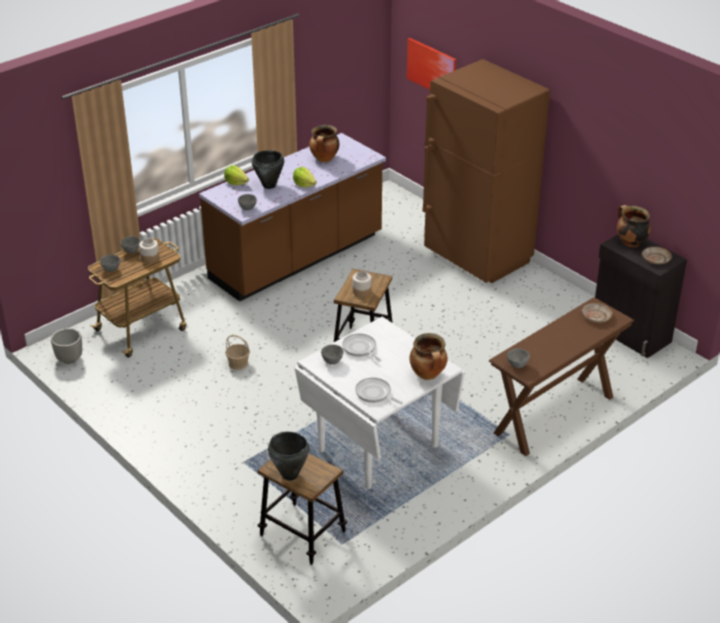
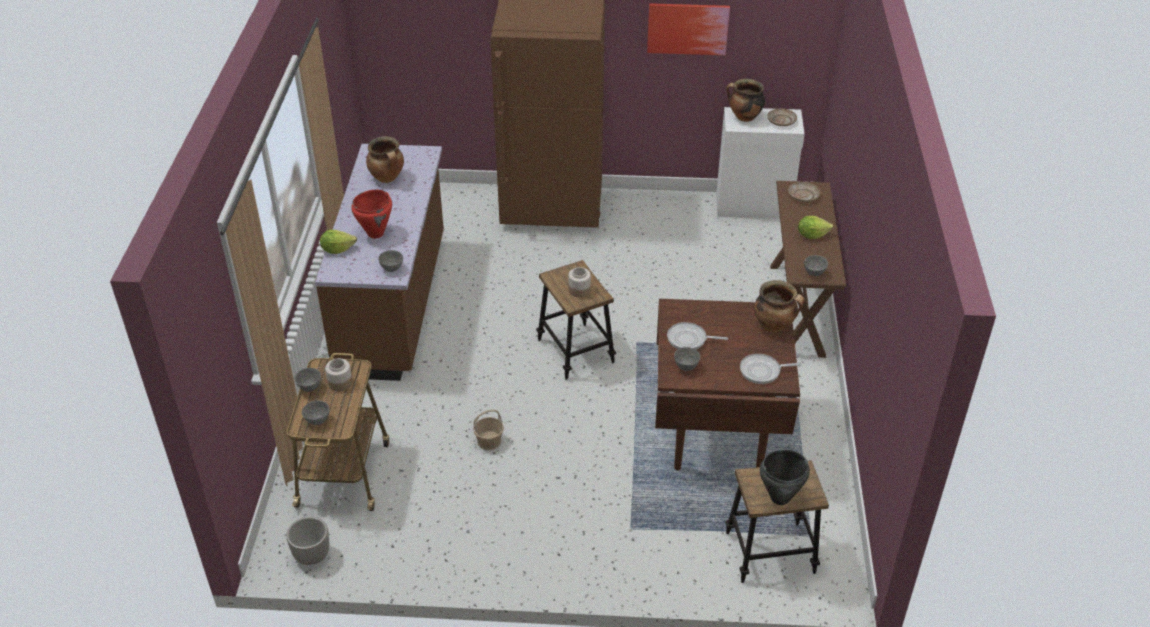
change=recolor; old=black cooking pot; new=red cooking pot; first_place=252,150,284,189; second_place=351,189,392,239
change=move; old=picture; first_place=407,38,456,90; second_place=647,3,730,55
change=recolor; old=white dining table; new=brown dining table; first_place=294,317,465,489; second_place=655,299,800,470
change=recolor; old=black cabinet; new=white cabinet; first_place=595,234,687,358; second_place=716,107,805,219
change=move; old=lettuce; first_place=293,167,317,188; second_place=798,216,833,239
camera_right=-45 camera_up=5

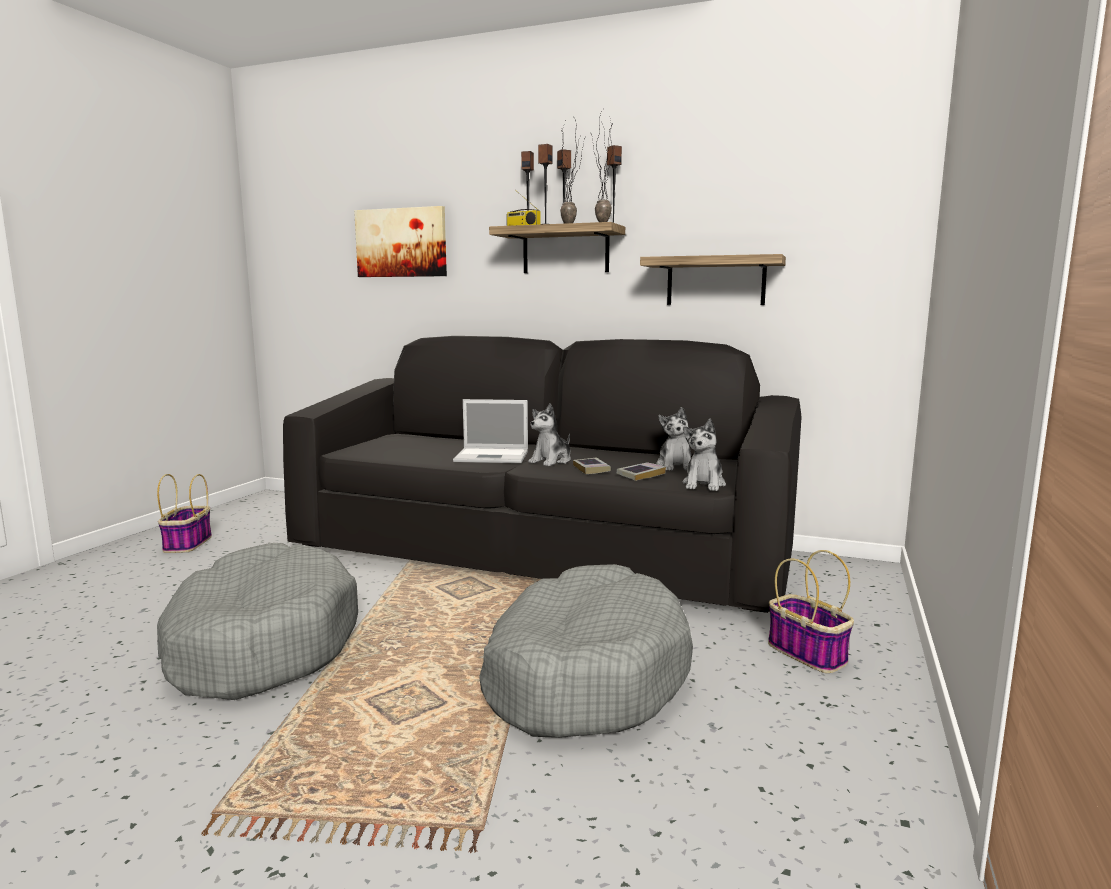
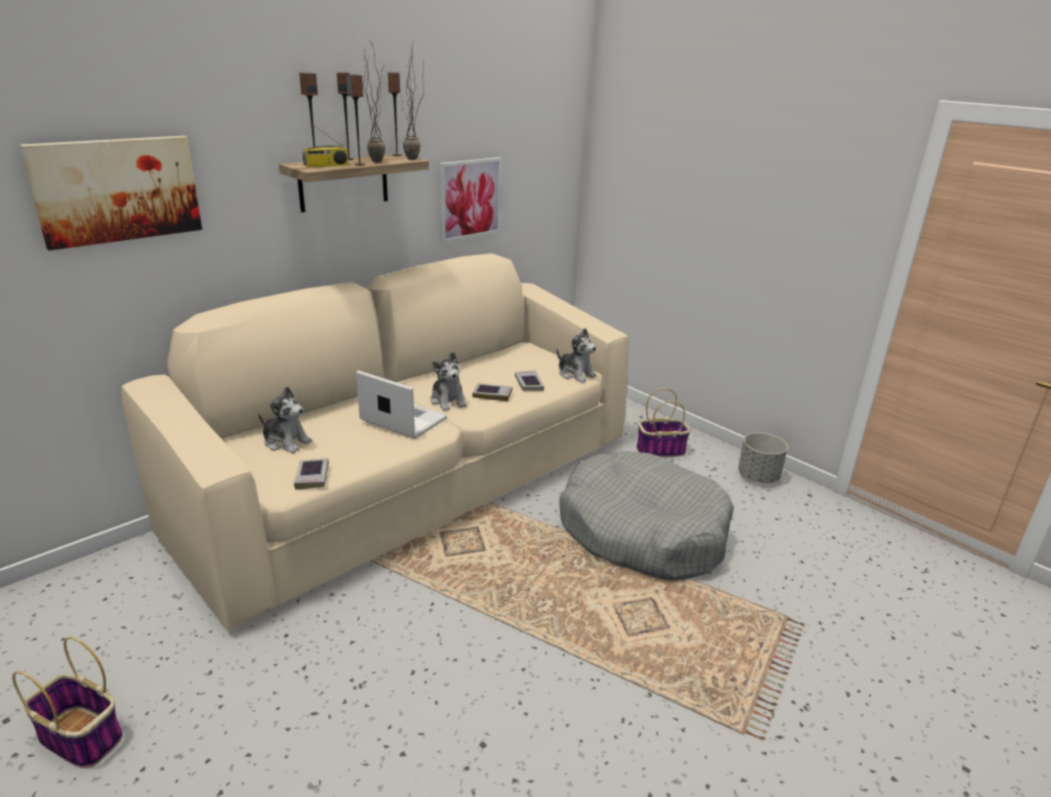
change=recolor; old=black sofa; new=beige sofa; first_place=283,336,802,613; second_place=121,254,629,629
change=move; old=plush toy; first_place=656,407,691,470; second_place=258,386,312,453
change=insert; new=book; second_place=294,458,329,490
change=rotate; old=laptop; first_place=453,399,528,463; second_place=356,370,447,439; degrees=-90
change=replace; old=shelf; new=picture; first_place=640,254,786,305; second_place=439,157,502,243
change=insert; new=grey planter; second_place=738,433,788,483
change=delete; old=grey dog bed; first_place=157,543,358,700
camera_right=-65 camera_up=15

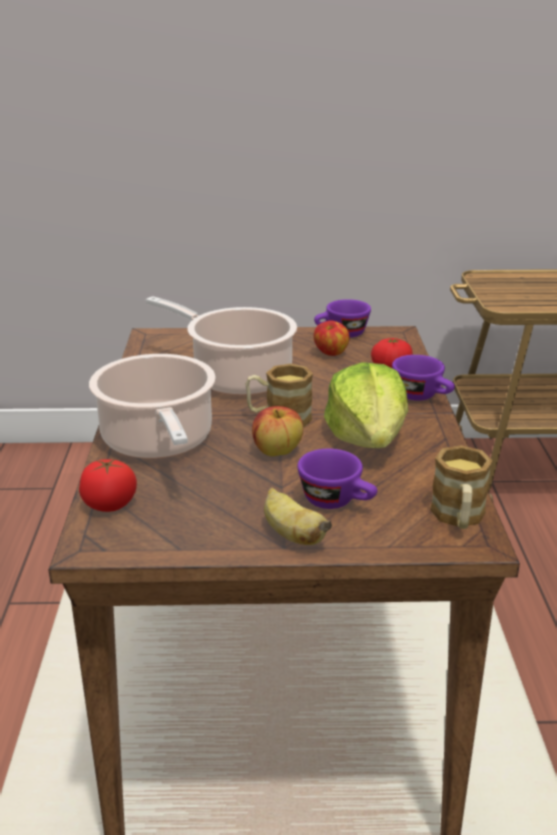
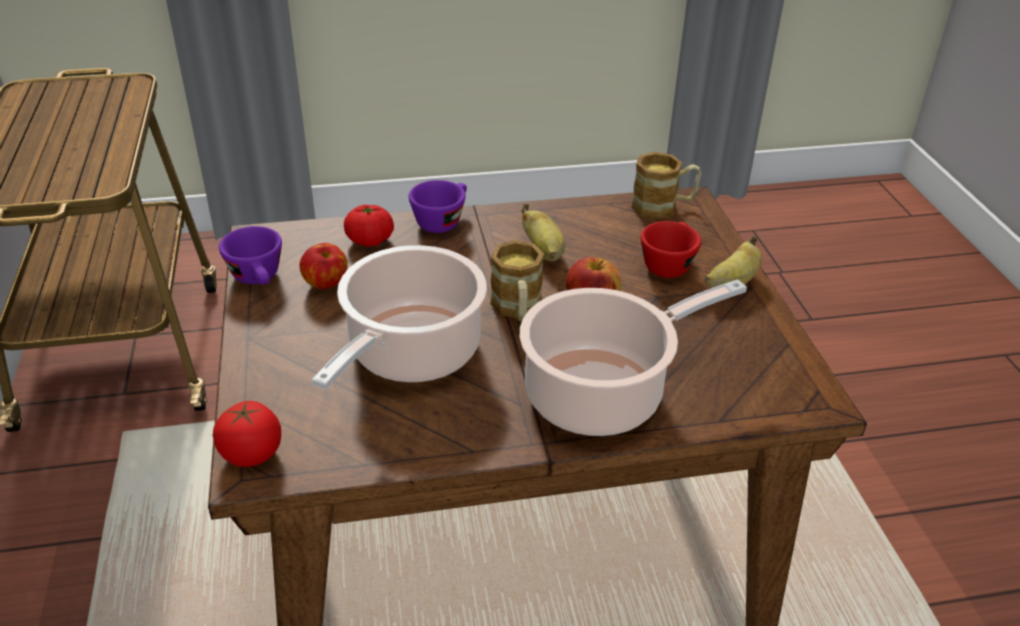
change=move; old=tomato; first_place=79,458,137,512; second_place=213,400,281,467
change=replace; old=lettuce; new=banana; first_place=324,362,408,448; second_place=521,204,565,262
change=recolor; old=purple cup; new=red cup; first_place=297,449,377,509; second_place=641,221,701,278
camera_right=-100 camera_up=10

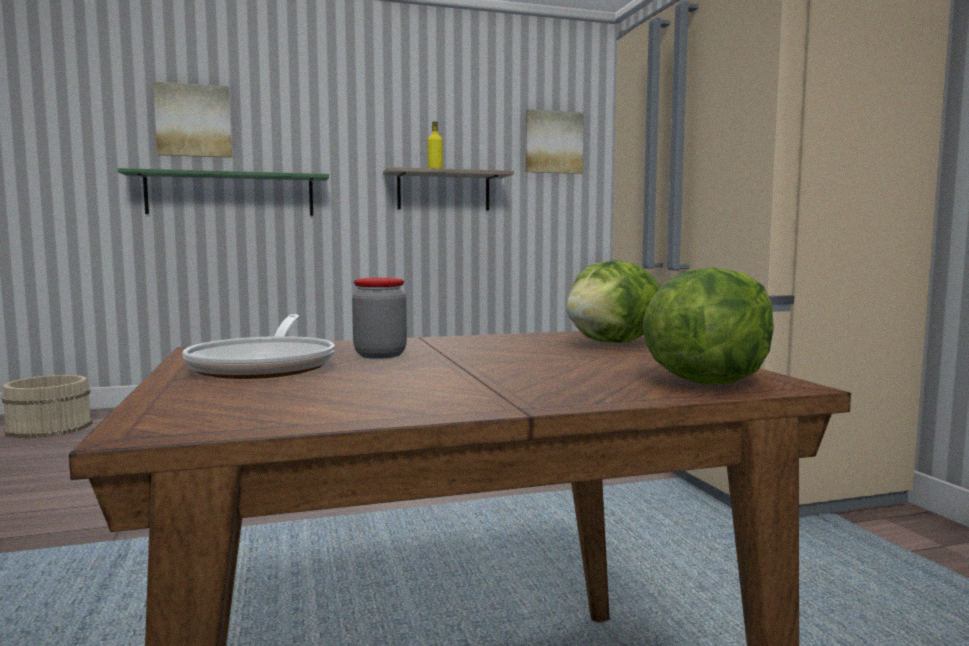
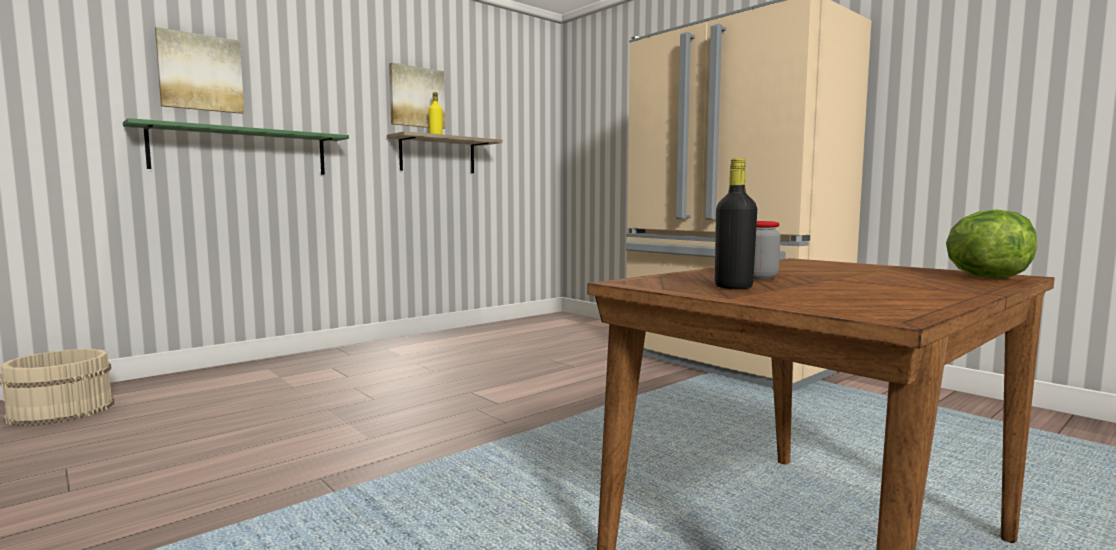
change=move; old=picture; first_place=525,109,584,174; second_place=389,63,445,129
change=replace; old=frying pan; new=black bottle; first_place=182,314,335,379; second_place=715,158,757,289
change=delete; old=lettuce; first_place=566,260,660,343
camera_right=-25 camera_up=0

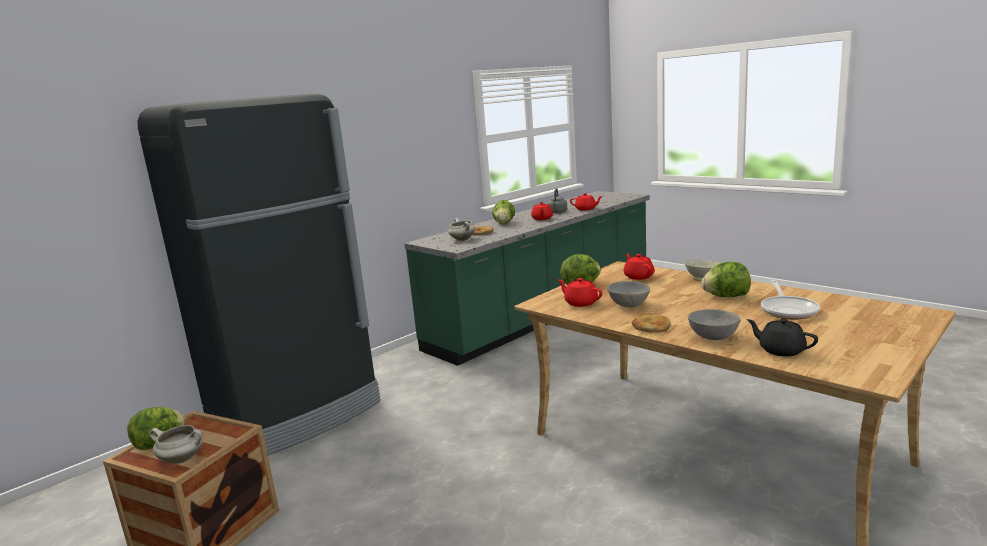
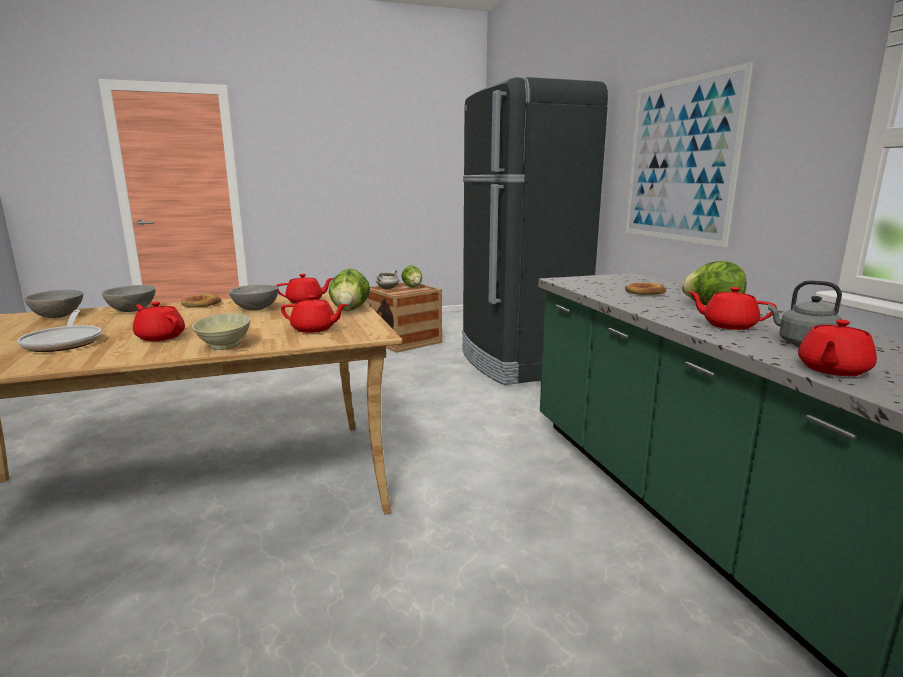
change=rotate; old=frying pan; first_place=761,280,820,319; second_place=17,310,102,352; degrees=-150
change=replace; old=black teapot; new=grey bowl; first_place=746,318,818,357; second_place=24,290,83,318
change=replace; old=lettuce; new=red teapot; first_place=701,262,751,297; second_place=133,302,185,341
change=insert; new=picture; second_place=625,62,753,247
change=delete; old=white cooking pot; first_place=448,218,476,241
camera_right=115 camera_up=0

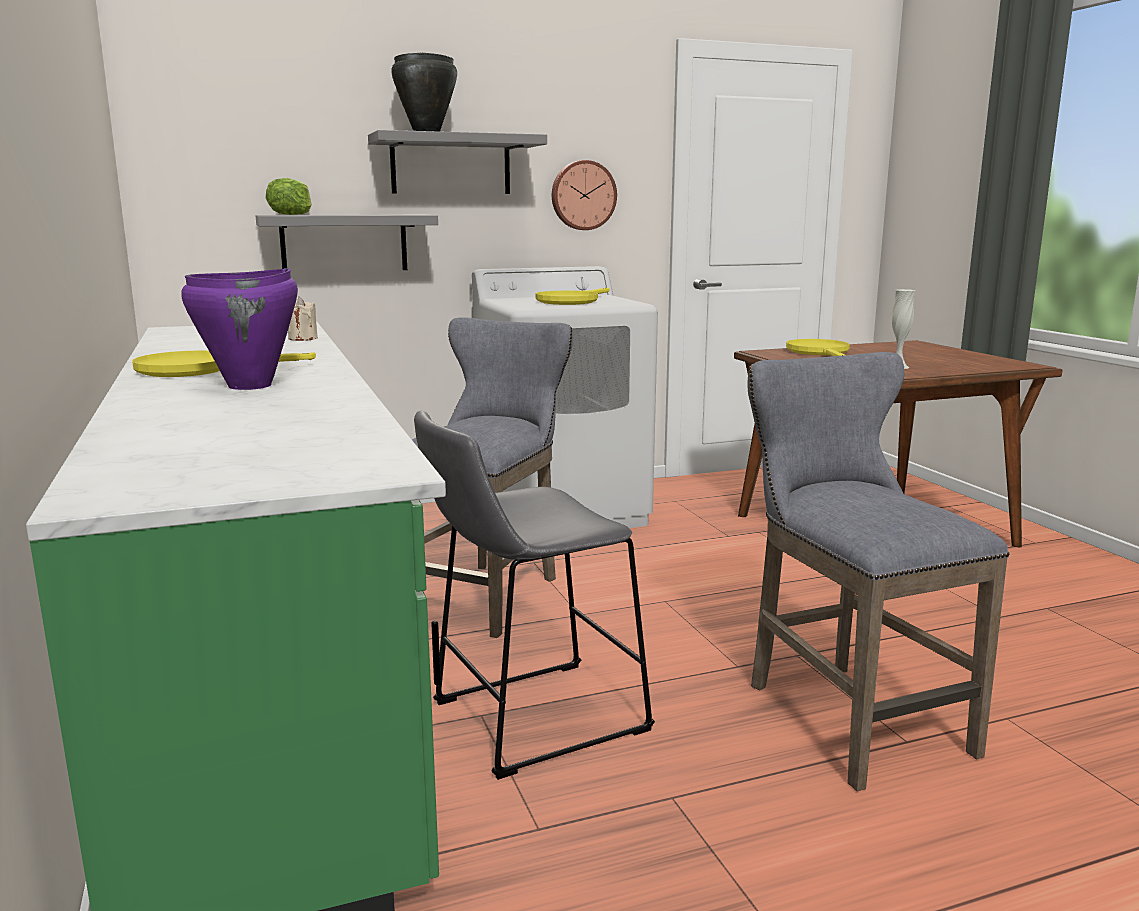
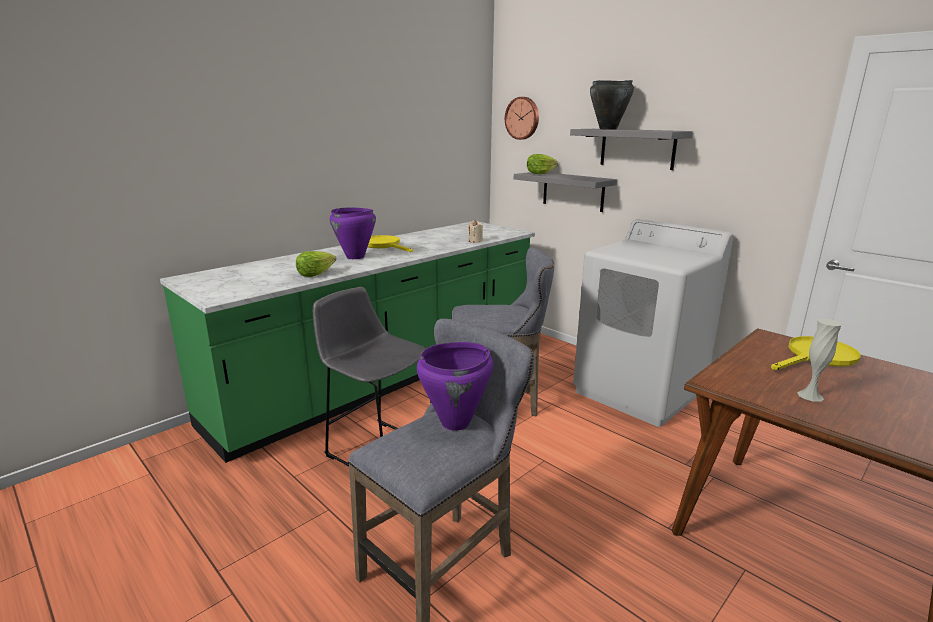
change=insert; new=lettuce; second_place=296,251,336,277
change=insert; new=purple cooking pot; second_place=417,342,493,431
change=move; old=wall clock; first_place=552,160,617,230; second_place=505,97,539,140
change=delete; old=yellow frying pan; first_place=536,287,609,305
camera_right=65 camera_up=5

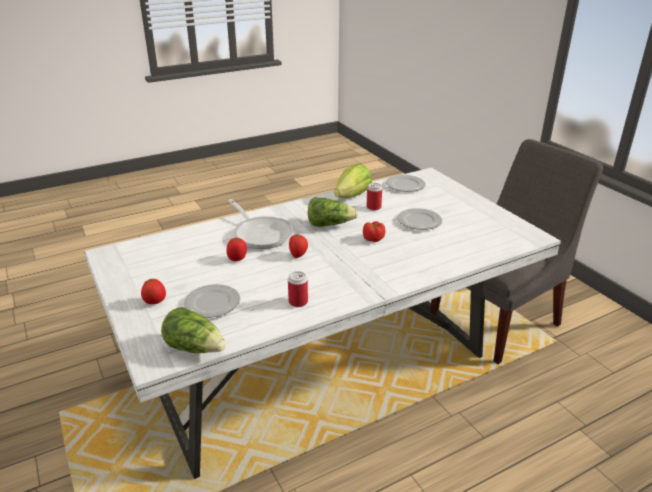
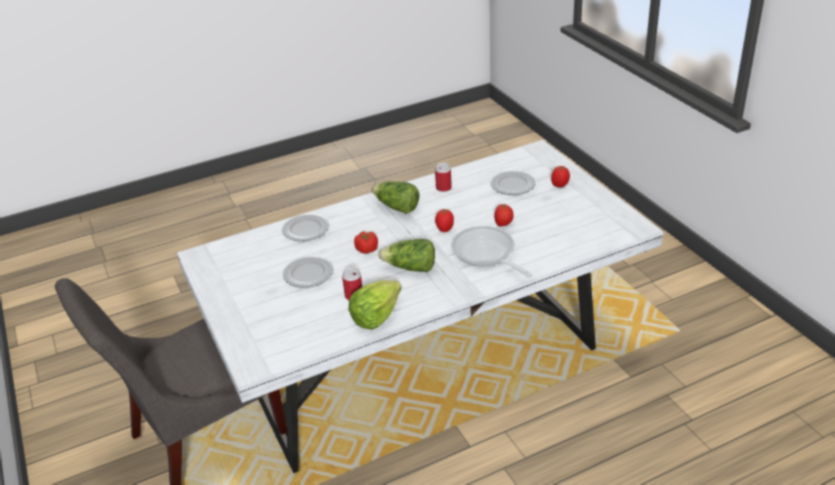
change=move; old=plate; first_place=386,175,426,192; second_place=282,214,329,241
change=move; old=lettuce; first_place=161,307,226,353; second_place=371,181,419,214
camera_right=-175 camera_up=5

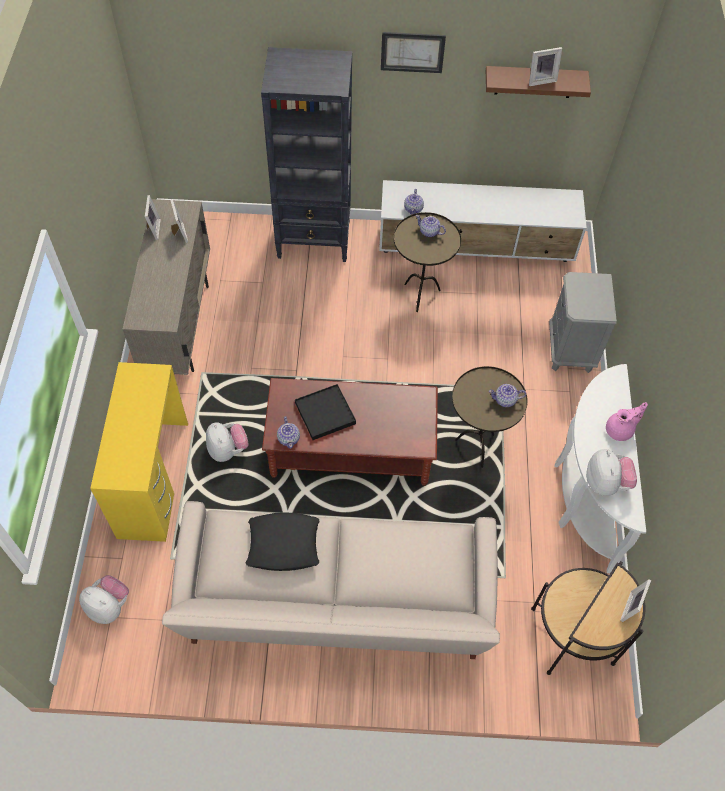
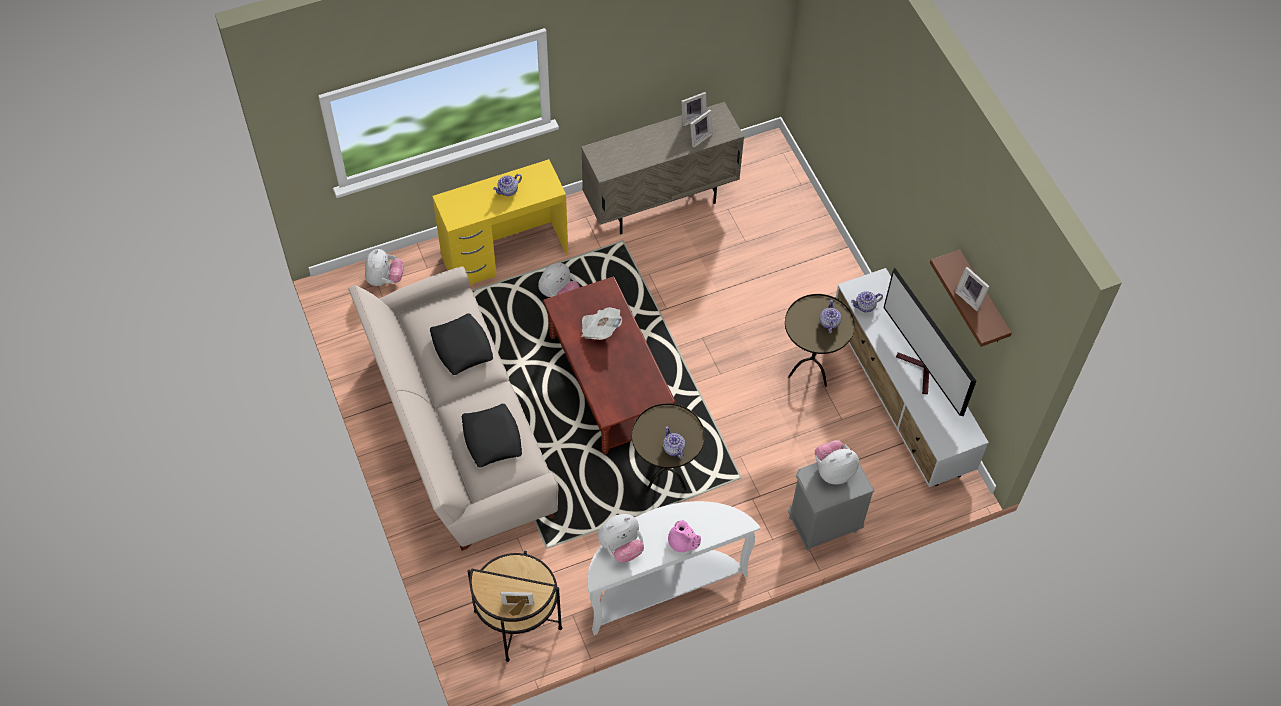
change=insert; new=black pillow; second_place=462,404,522,468
change=move; old=teapot; first_place=277,416,300,449; second_place=493,174,522,196
change=replace; old=black tray; new=newspaper; first_place=295,384,356,440; second_place=581,307,622,340
change=insert; new=plush toy; second_place=815,440,859,484
change=insert; new=television; second_place=883,268,976,416
change=delete; old=black bookcase; first_place=261,47,352,262
change=delete; old=picture; first_place=381,32,446,73
camera_right=65 camera_up=0

